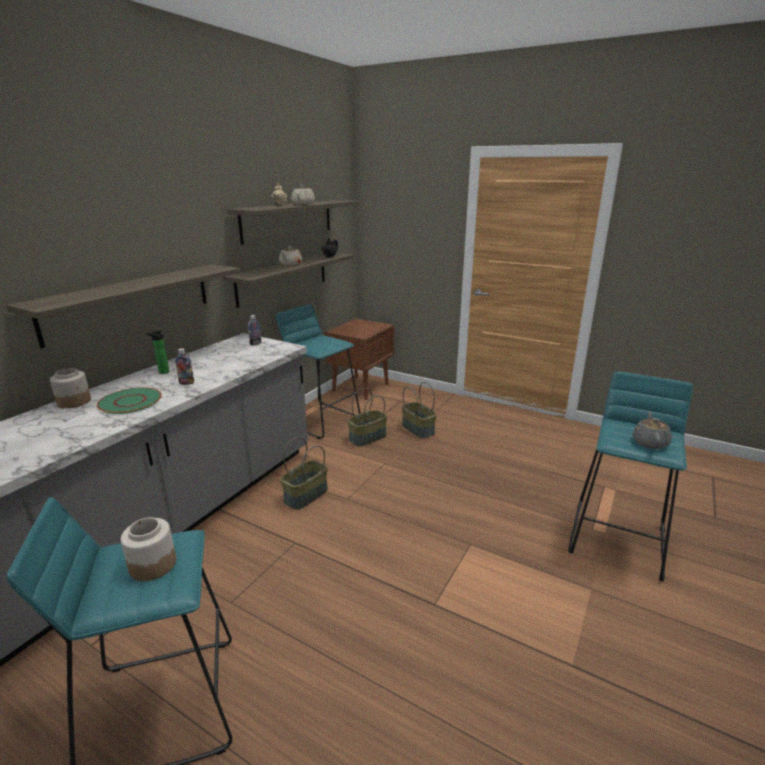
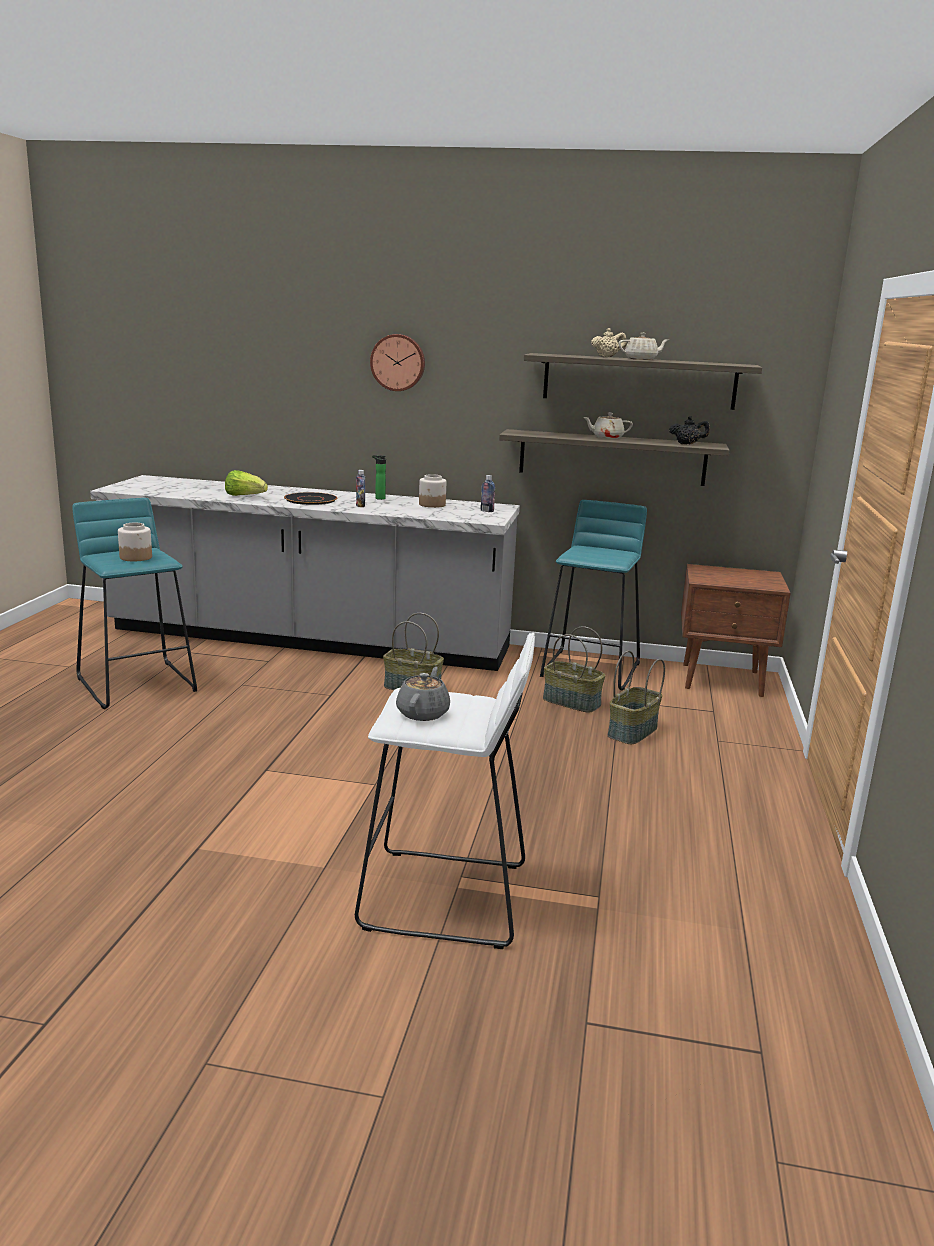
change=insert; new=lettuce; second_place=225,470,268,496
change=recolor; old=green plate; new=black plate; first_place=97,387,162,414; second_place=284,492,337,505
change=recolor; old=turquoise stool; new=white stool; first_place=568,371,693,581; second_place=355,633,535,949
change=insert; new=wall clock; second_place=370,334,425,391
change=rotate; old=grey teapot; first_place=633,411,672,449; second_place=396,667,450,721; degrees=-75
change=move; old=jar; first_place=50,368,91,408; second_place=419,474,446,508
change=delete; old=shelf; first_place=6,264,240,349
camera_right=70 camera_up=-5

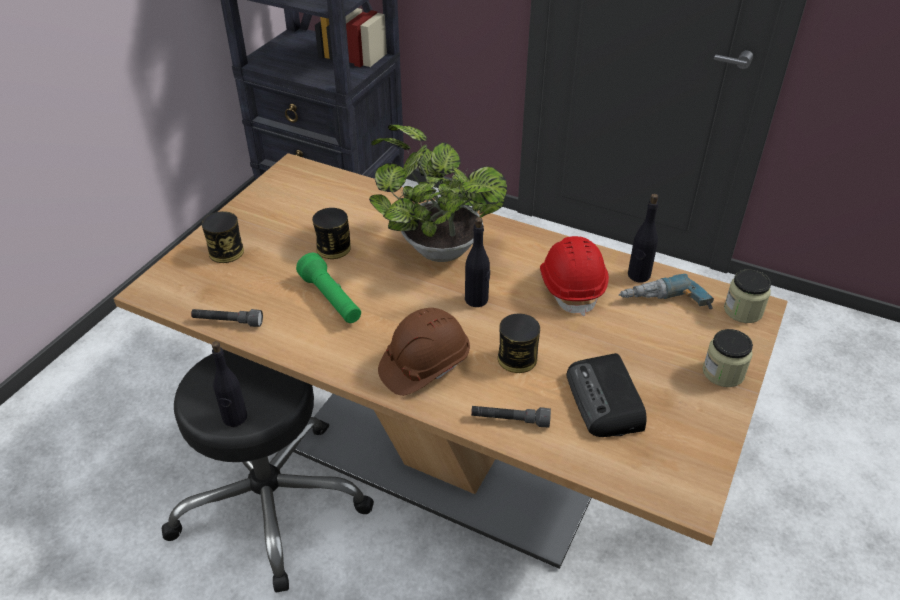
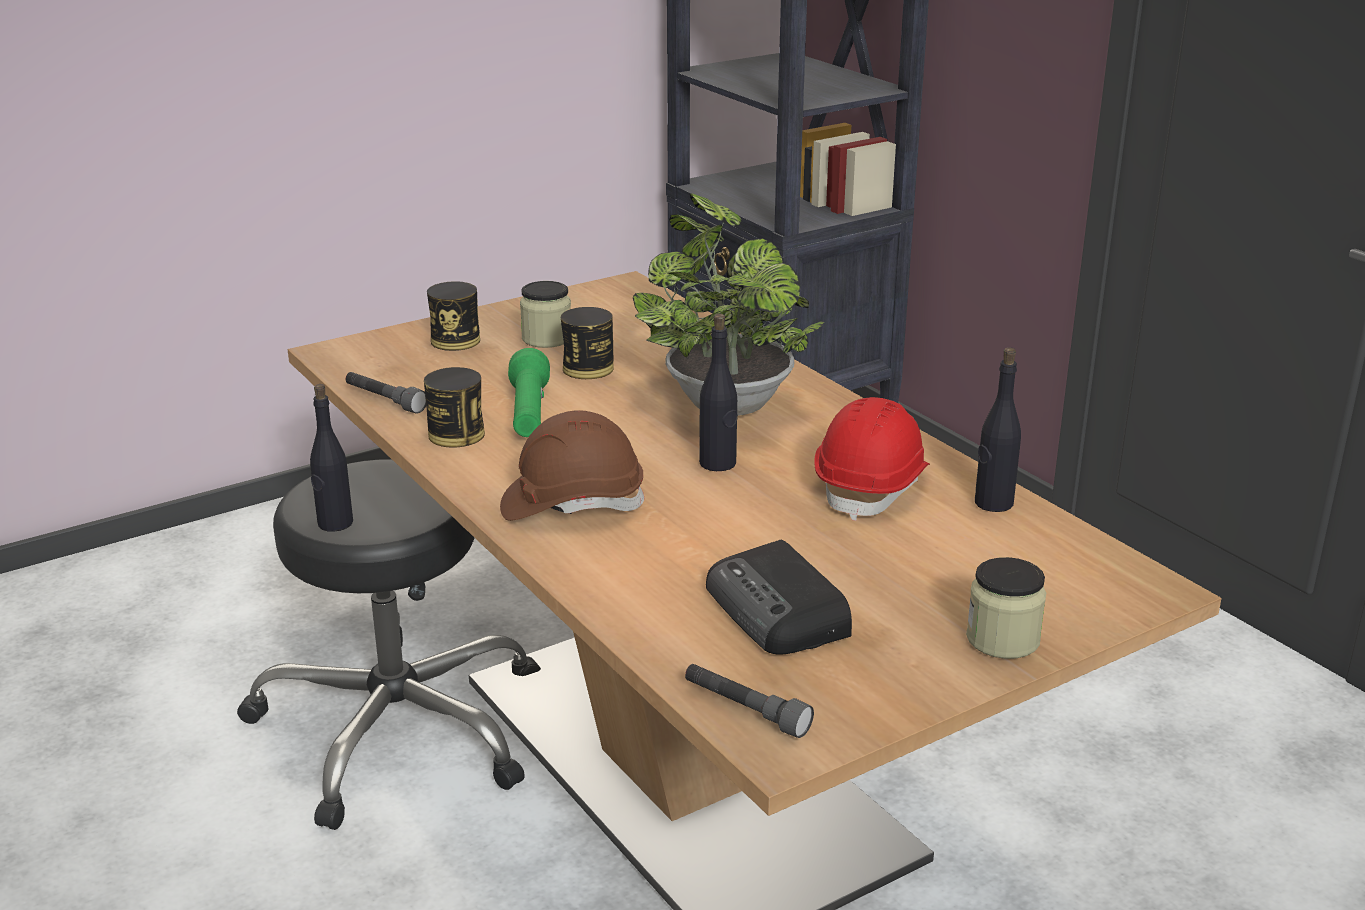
change=move; old=can; first_place=498,314,540,373; second_place=424,367,485,448
change=move; old=jar; first_place=724,269,771,323; second_place=520,281,571,348
change=move; old=grey flashlight; first_place=471,406,551,427; second_place=685,664,814,738
change=rotate; old=radio; first_place=566,353,647,437; second_place=706,540,852,655; degrees=-45
change=delete; old=power drill; first_place=619,274,714,309
camera_right=30 camera_up=-15

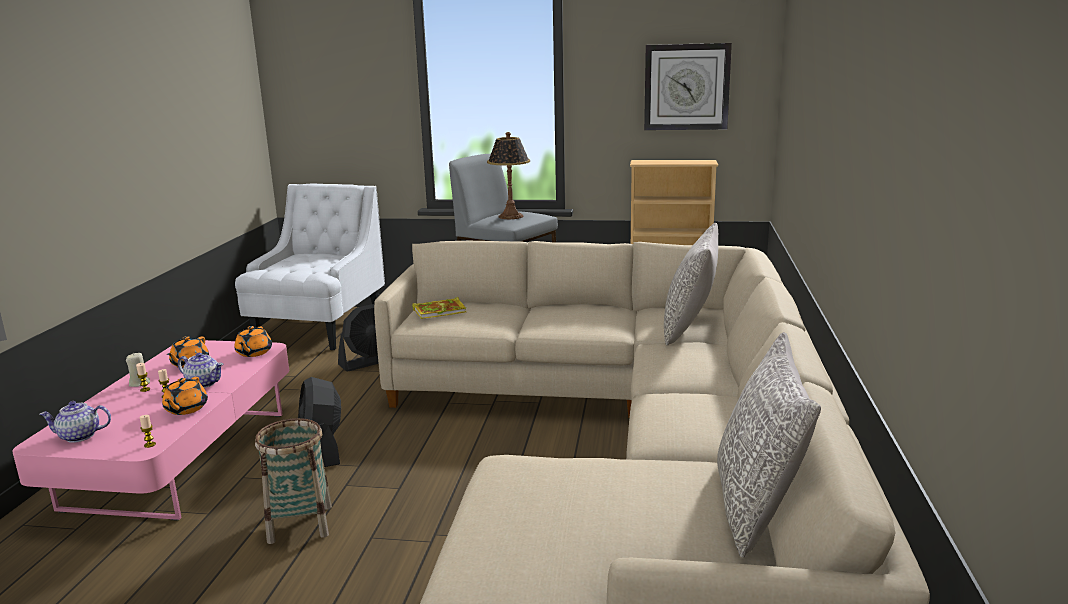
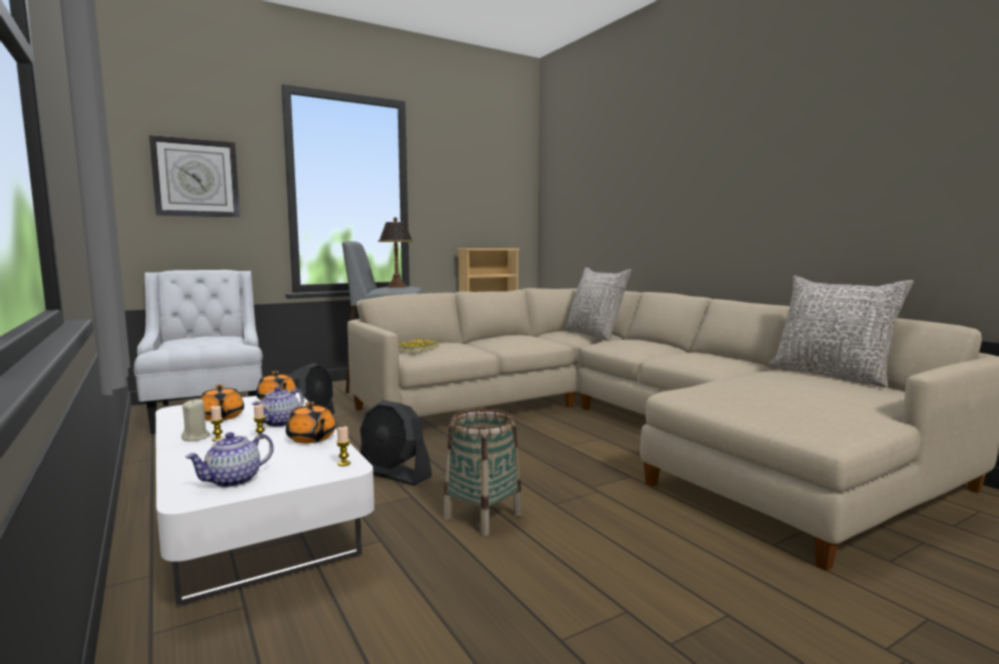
change=move; old=wall clock; first_place=644,43,732,130; second_place=149,135,240,218
change=recolor; old=pink coffee table; new=white coffee table; first_place=12,340,289,521; second_place=156,392,374,606
change=rotate; old=teapot; first_place=178,353,223,388; second_place=252,386,304,427; degrees=135
camera_right=-40 camera_up=-10

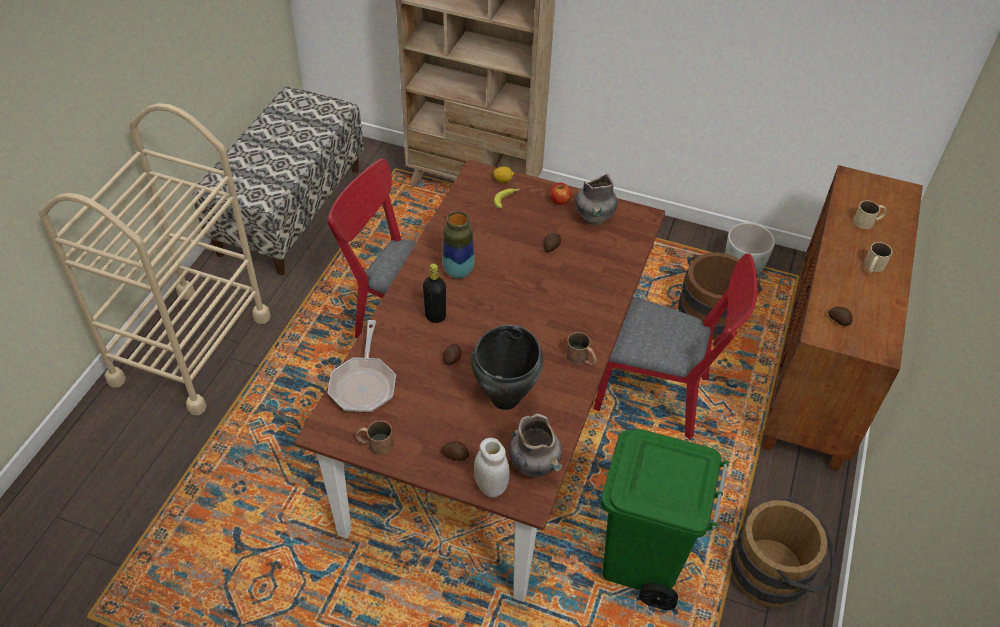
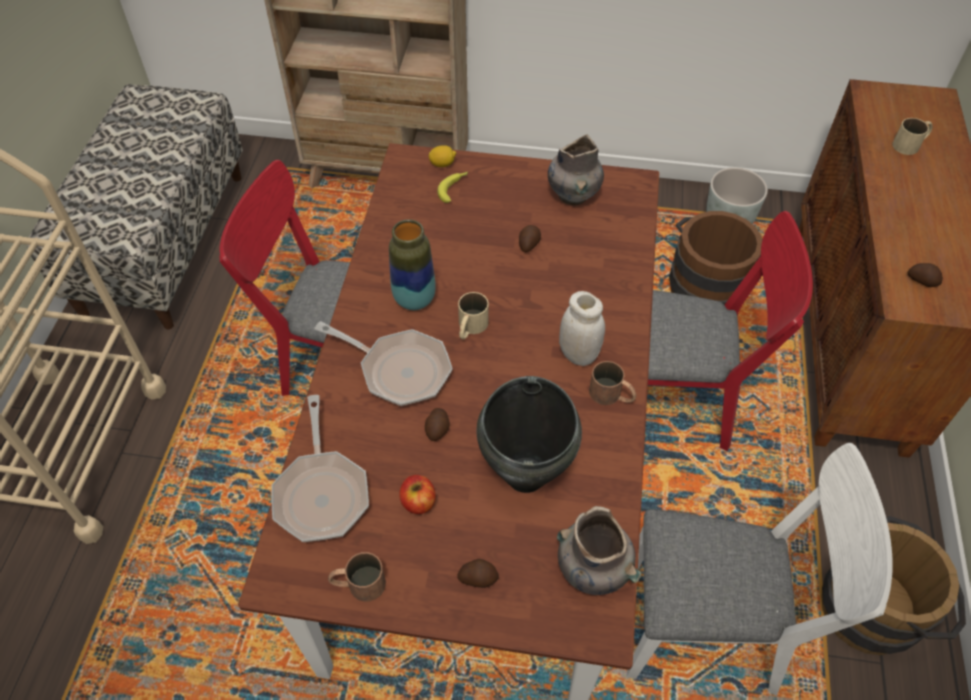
change=replace; old=black bottle; new=frying pan; first_place=423,264,446,323; second_place=314,321,453,406
change=move; old=apple; first_place=550,182,571,205; second_place=399,475,436,514
change=move; old=beige mug; first_place=864,242,892,273; second_place=458,292,489,339
change=move; old=white jar; first_place=474,438,510,497; second_place=559,291,605,366
change=replace; old=green trash can; new=white chair; first_place=600,429,729,610; second_place=627,443,893,696
camera_right=-10 camera_up=5

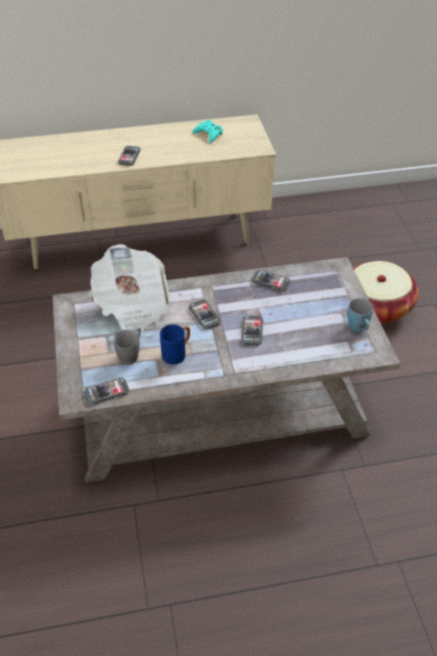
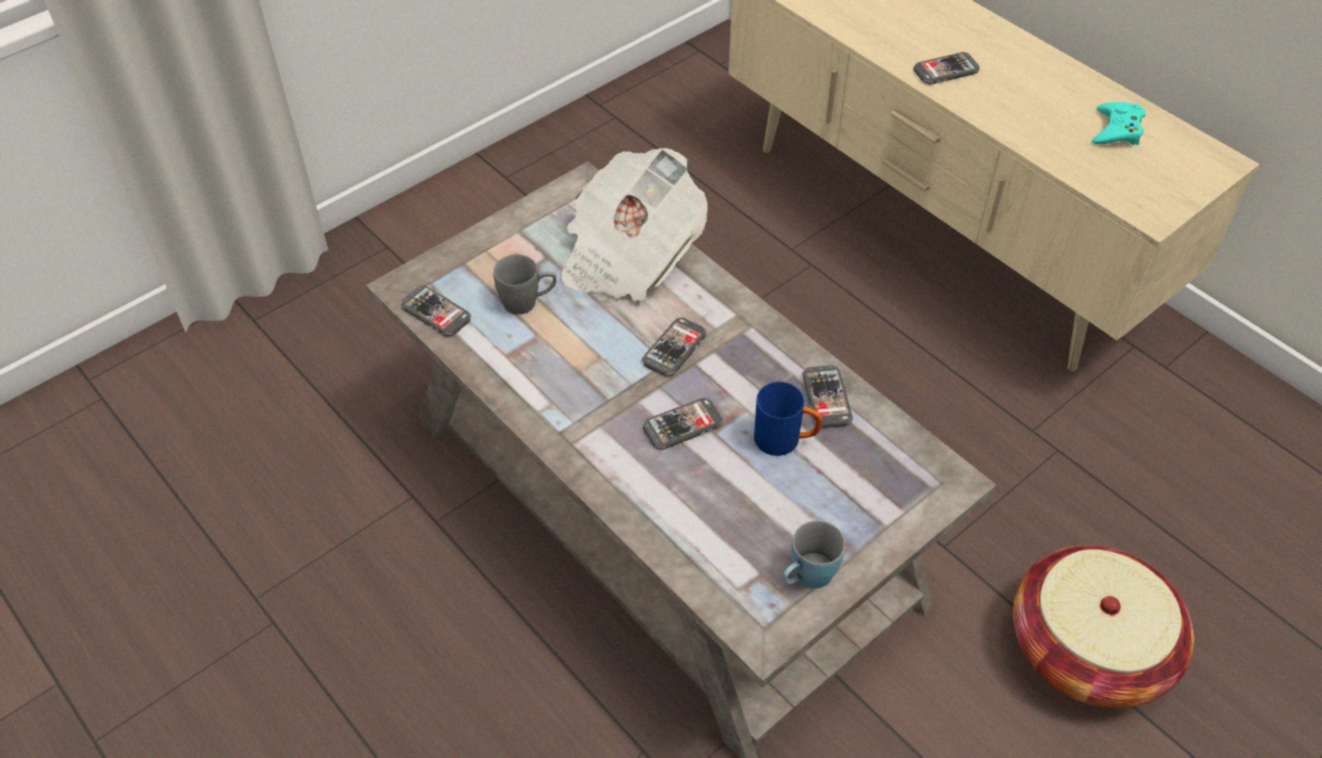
change=move; old=blue mug; first_place=160,324,190,364; second_place=754,382,822,456
camera_right=60 camera_up=5

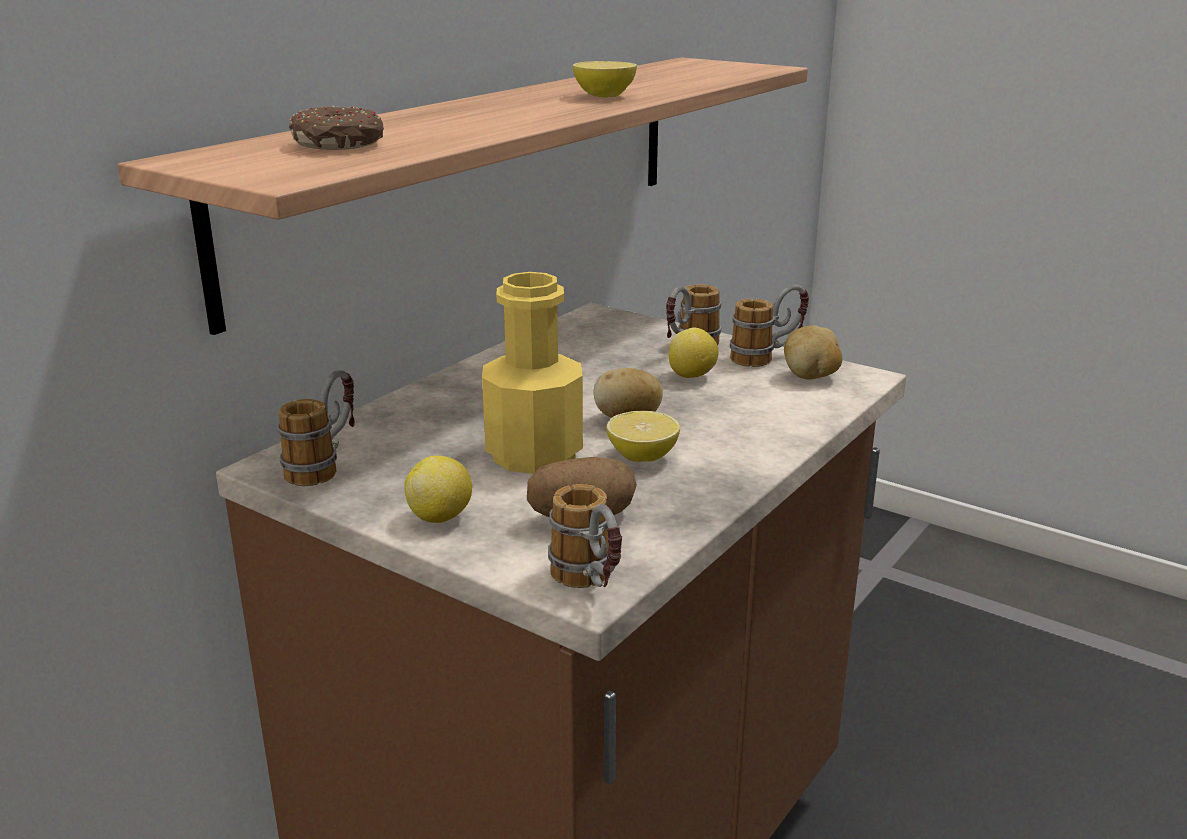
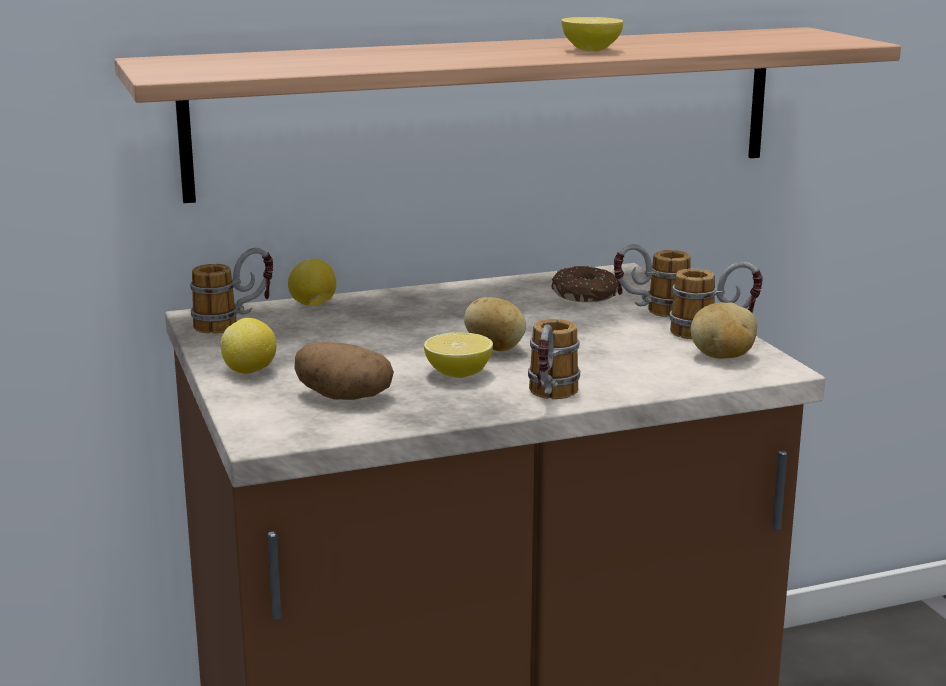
change=move; old=lemon; first_place=669,328,718,378; second_place=288,258,336,306
change=move; old=mug; first_place=548,484,622,588; second_place=528,319,580,399
change=move; old=donut; first_place=289,106,384,150; second_place=552,266,618,302
change=delete; old=yellow bottle; first_place=482,272,583,474
camera_right=35 camera_up=-5

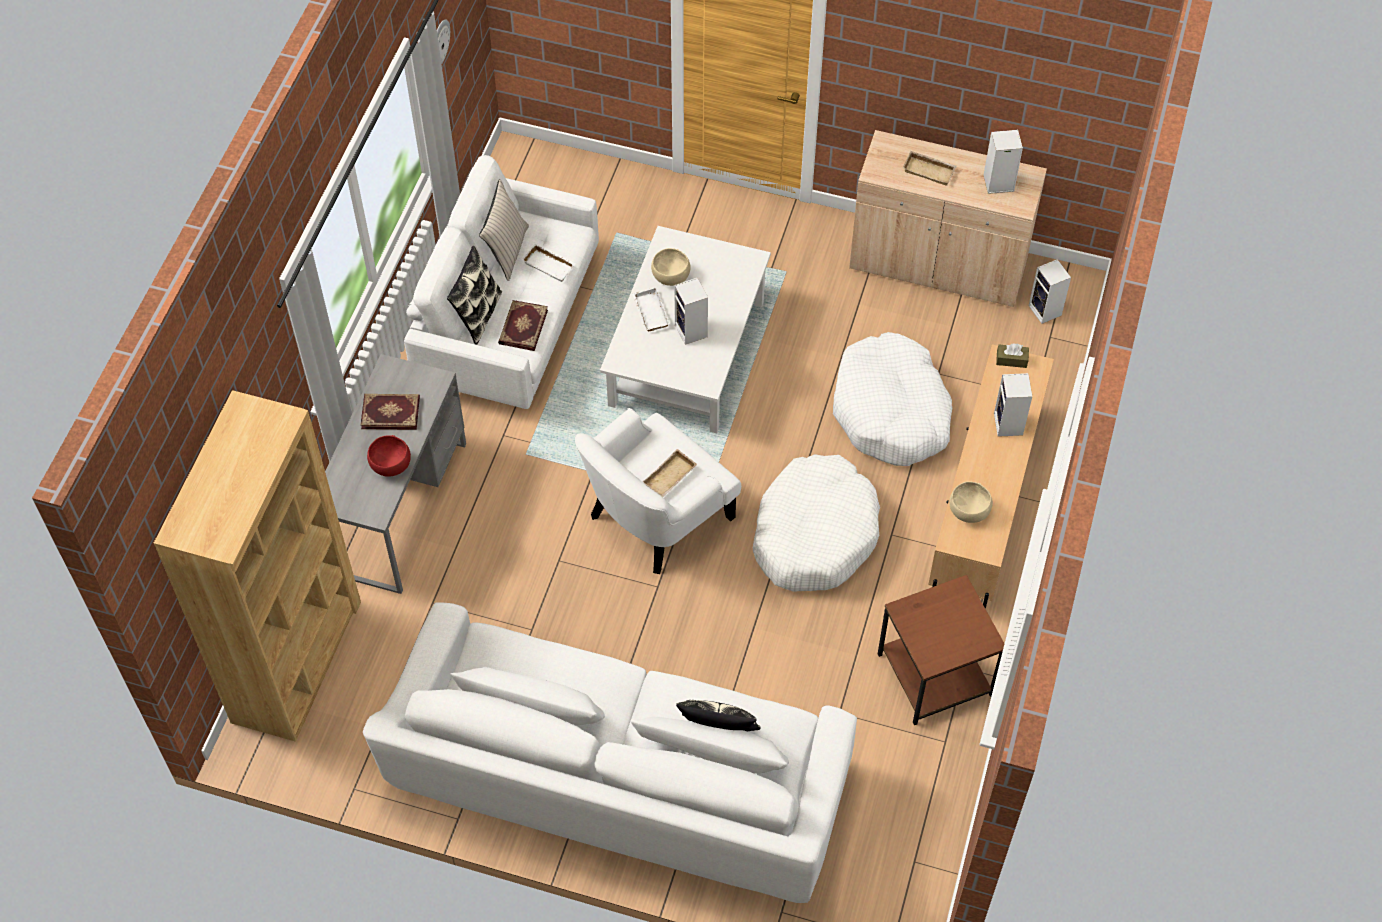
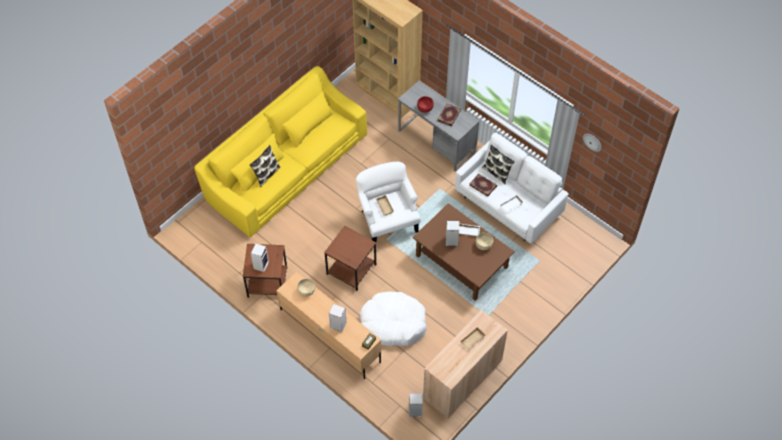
change=recolor; old=white sofa; new=yellow sofa; first_place=363,602,857,903; second_place=194,66,367,237
change=move; old=speaker; first_place=983,130,1023,194; second_place=251,243,269,272
change=replace; old=white dog bed; new=brown side table; first_place=753,454,880,592; second_place=324,226,376,291
change=recolor; old=white coffee table; new=brown coffee table; first_place=600,226,771,433; second_place=413,203,515,301
change=delete; old=beige pillow; first_place=479,179,529,281
camera_right=115 camera_up=0

